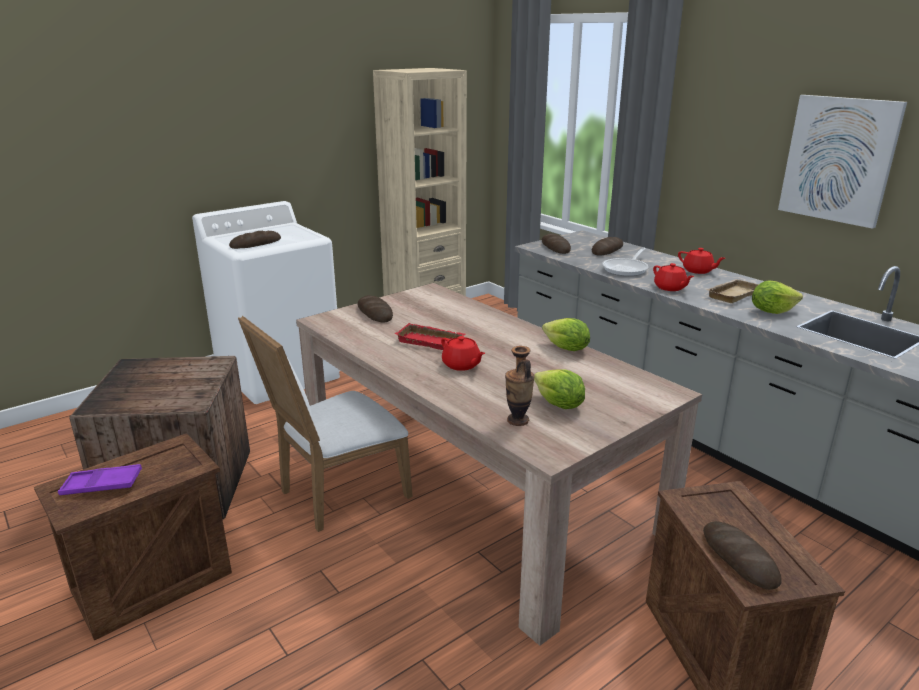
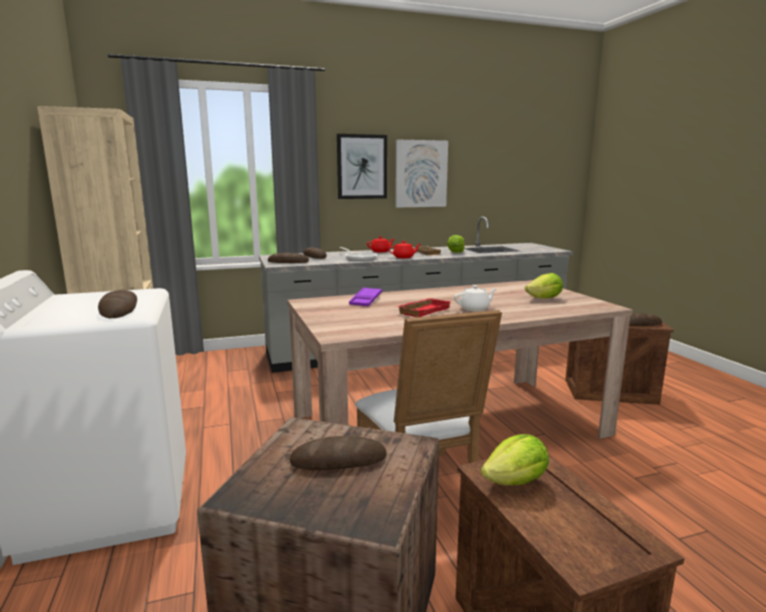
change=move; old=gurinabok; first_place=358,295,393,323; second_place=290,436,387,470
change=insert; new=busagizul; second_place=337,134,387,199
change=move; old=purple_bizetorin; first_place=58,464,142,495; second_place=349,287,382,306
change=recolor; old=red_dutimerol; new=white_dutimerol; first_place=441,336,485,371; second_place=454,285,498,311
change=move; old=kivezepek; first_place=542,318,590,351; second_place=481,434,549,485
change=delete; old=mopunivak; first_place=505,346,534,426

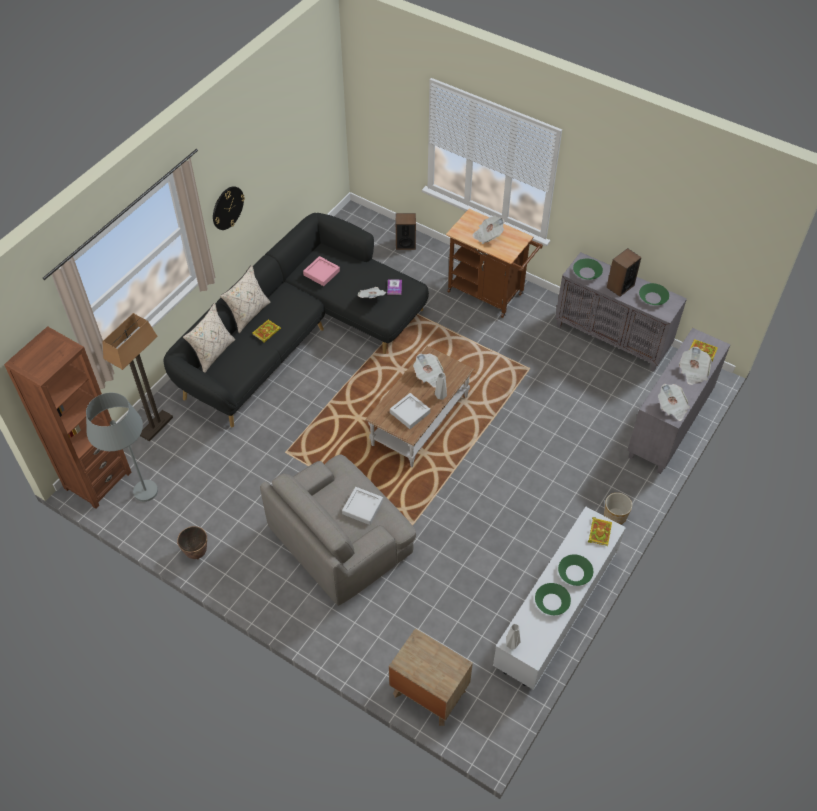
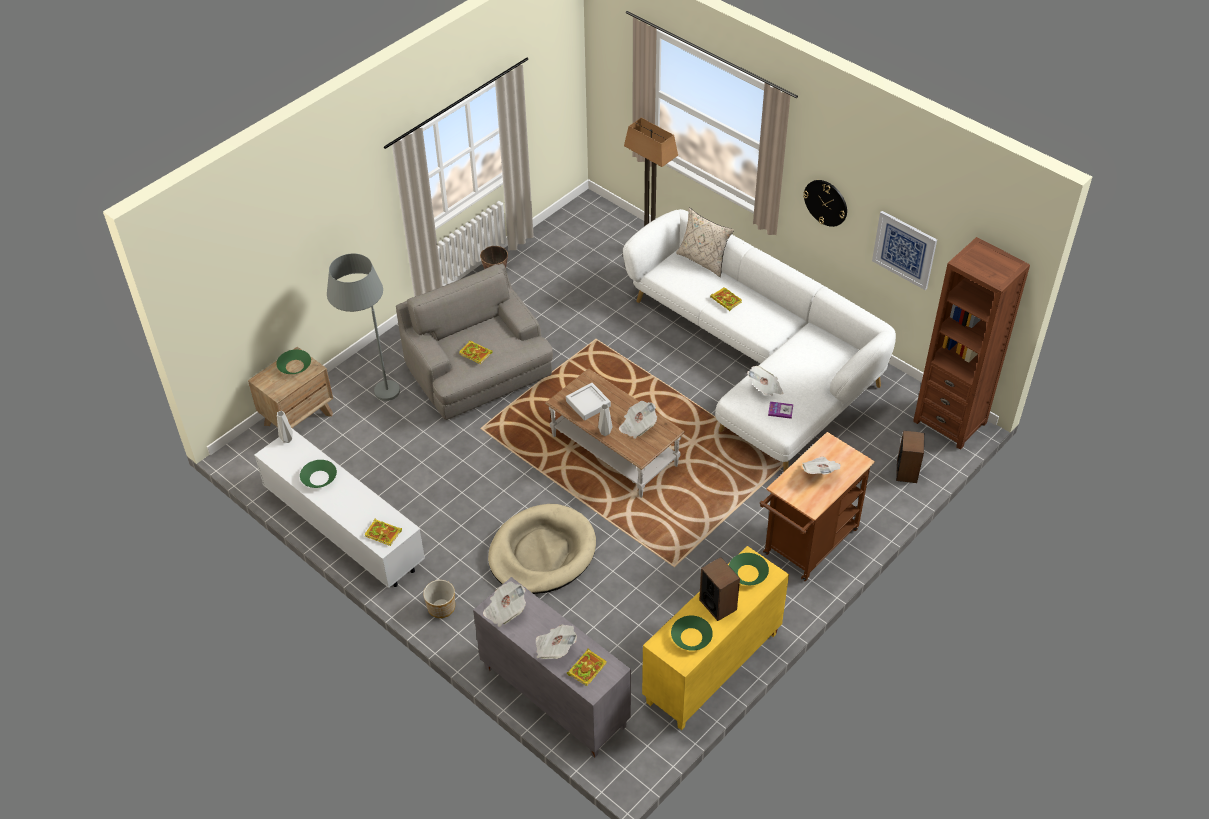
change=move; old=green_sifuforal; first_place=558,554,593,586; second_place=276,349,311,374
change=move; old=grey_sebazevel; first_place=86,393,158,502; second_place=327,253,400,401
change=replace; old=grey_bizetorin; new=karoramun; first_place=342,487,383,525; second_place=459,340,493,364
change=insert; new=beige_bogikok; second_place=488,504,596,594
change=recolor; old=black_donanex; new=white_donanex; first_place=163,213,429,427; second_place=623,209,896,472
change=recolor; old=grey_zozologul; new=yellow_zozologul; first_place=555,252,687,372; second_place=642,546,789,730
change=insert; new=busagizul; second_place=872,211,937,290
change=move; old=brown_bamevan; first_place=4,326,132,509; second_place=913,237,1030,450
change=delete; old=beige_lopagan; first_place=220,265,270,333
change=delete; old=pink_bizetorin; first_place=303,256,340,286

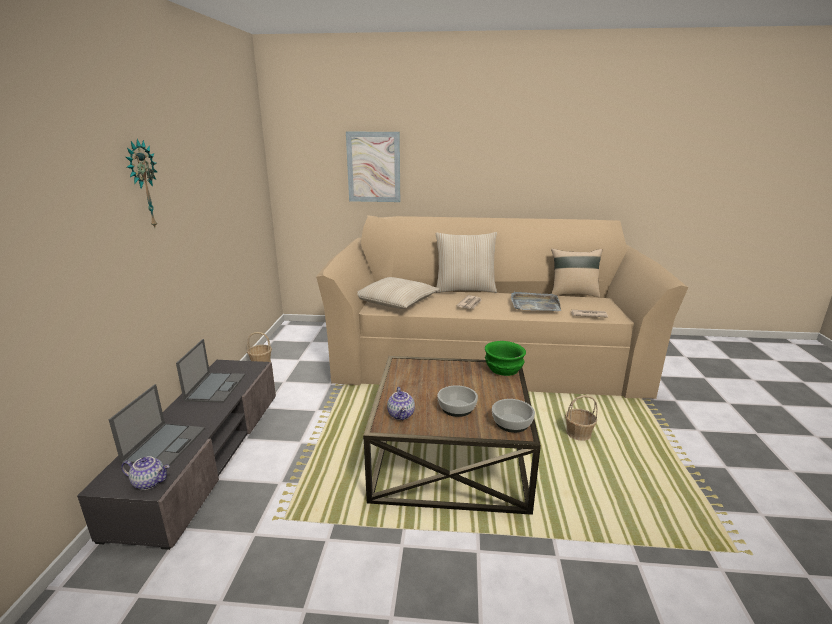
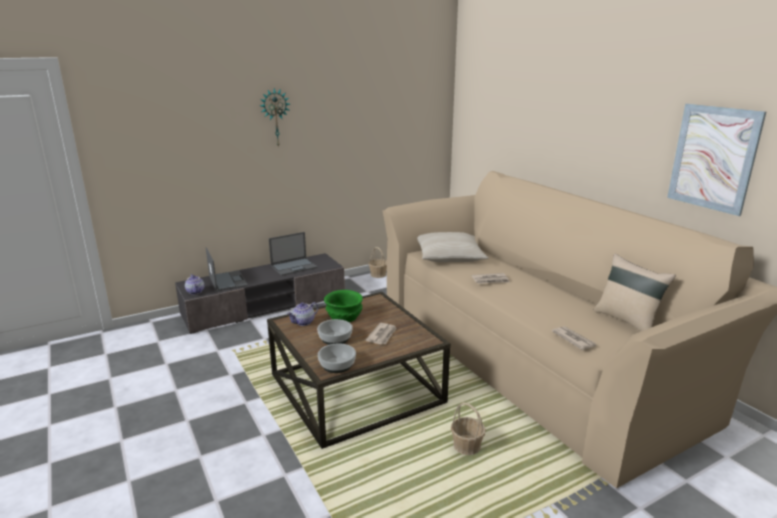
change=rotate; old=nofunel; first_place=109,384,205,466; second_place=206,247,248,292; degrees=-90
change=move; old=green_sifuforal; first_place=485,341,526,376; second_place=324,290,363,322
change=insert; new=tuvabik; second_place=365,323,397,344
change=move; old=busagizul; first_place=346,132,400,202; second_place=667,104,766,216
change=delete; old=beige_lopagan; first_place=435,232,497,293
change=delete; old=grey_bizetorin; first_place=511,291,561,311

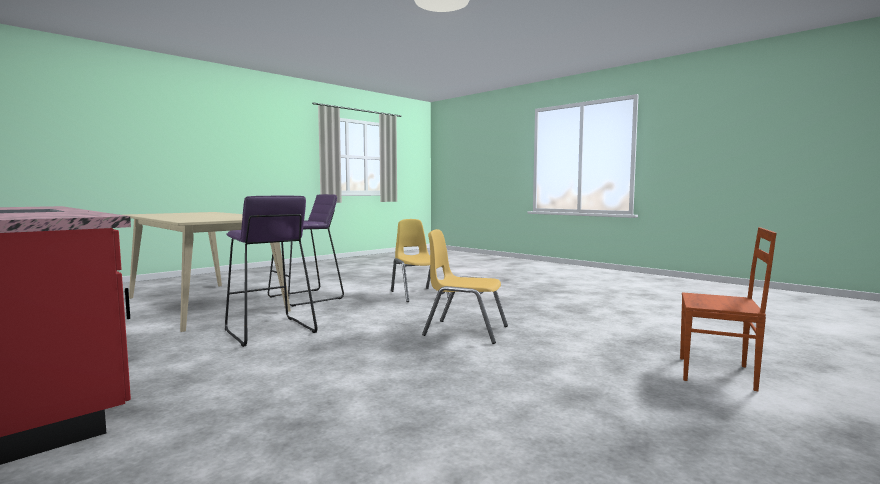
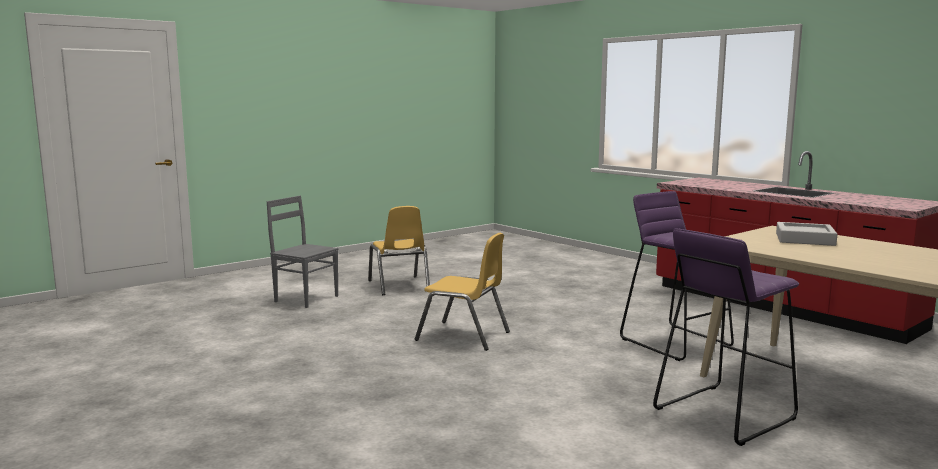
change=recolor; old=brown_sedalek; new=grey_sedalek; first_place=680,227,777,391; second_place=267,196,338,308
change=move; old=yellow_sedalek; first_place=391,219,450,302; second_place=368,206,430,295
change=insert; new=grey_bizetorin; second_place=776,222,837,246

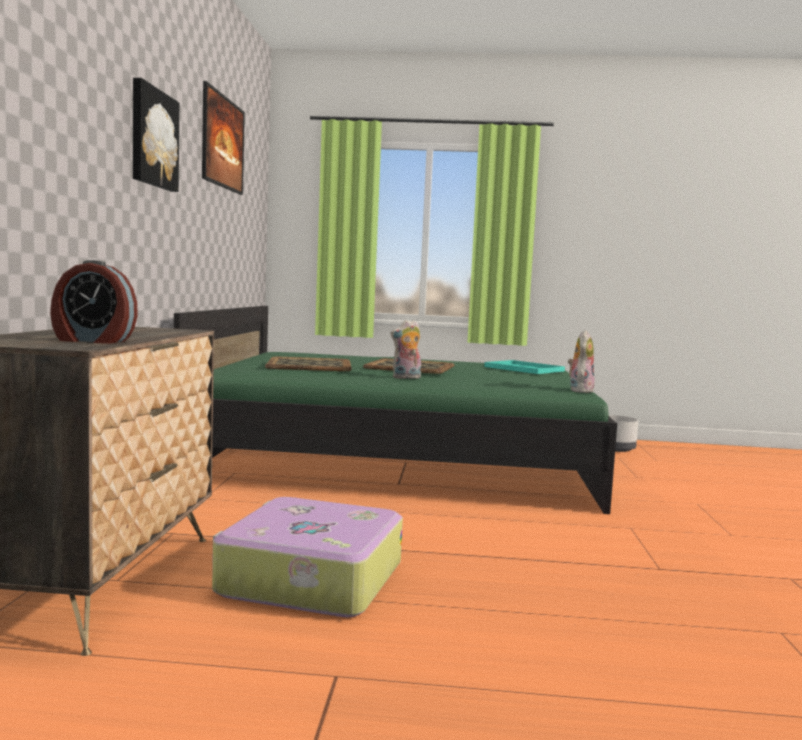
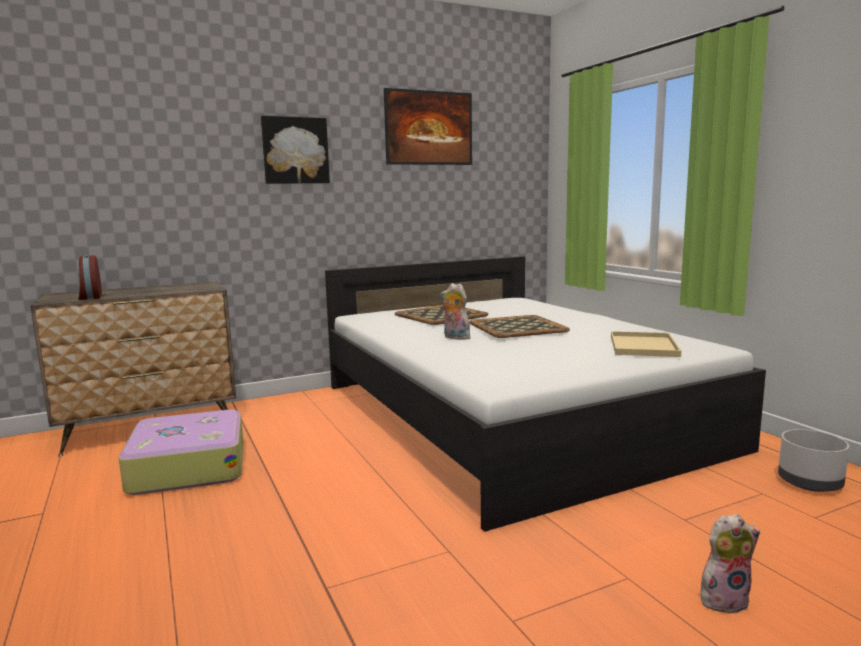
change=recolor; old=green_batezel; new=white_batezel; first_place=174,306,617,514; second_place=325,256,766,532
change=recolor; old=turquoise_bizetorin; new=beige_bizetorin; first_place=484,360,565,374; second_place=611,331,681,357
change=move; old=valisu; first_place=568,330,595,393; second_place=701,514,760,614

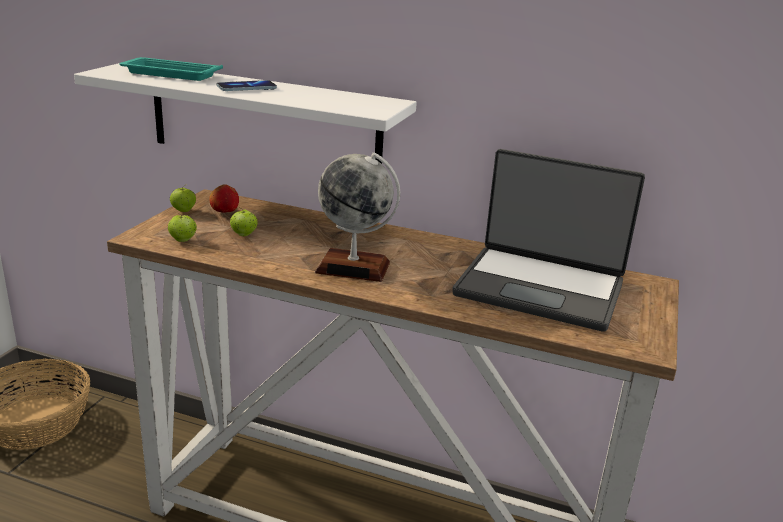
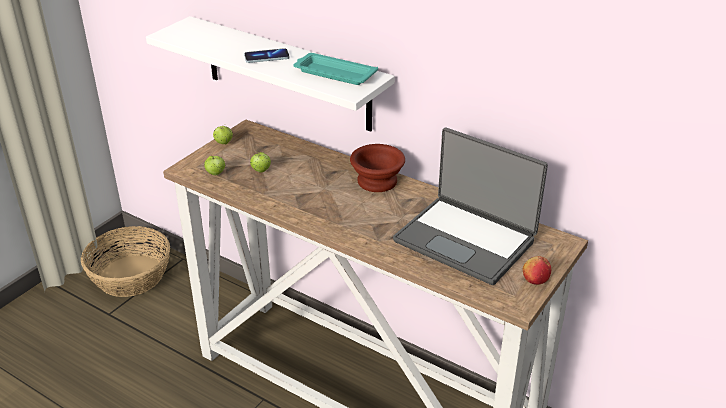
change=move; old=turquoise_bizetorin; first_place=119,57,223,81; second_place=294,53,378,85
change=insert; new=brown_sifuforal; second_place=350,144,405,192
change=move; old=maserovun; first_place=209,184,239,213; second_place=523,256,551,285
change=delete; old=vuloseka; first_place=315,152,400,282

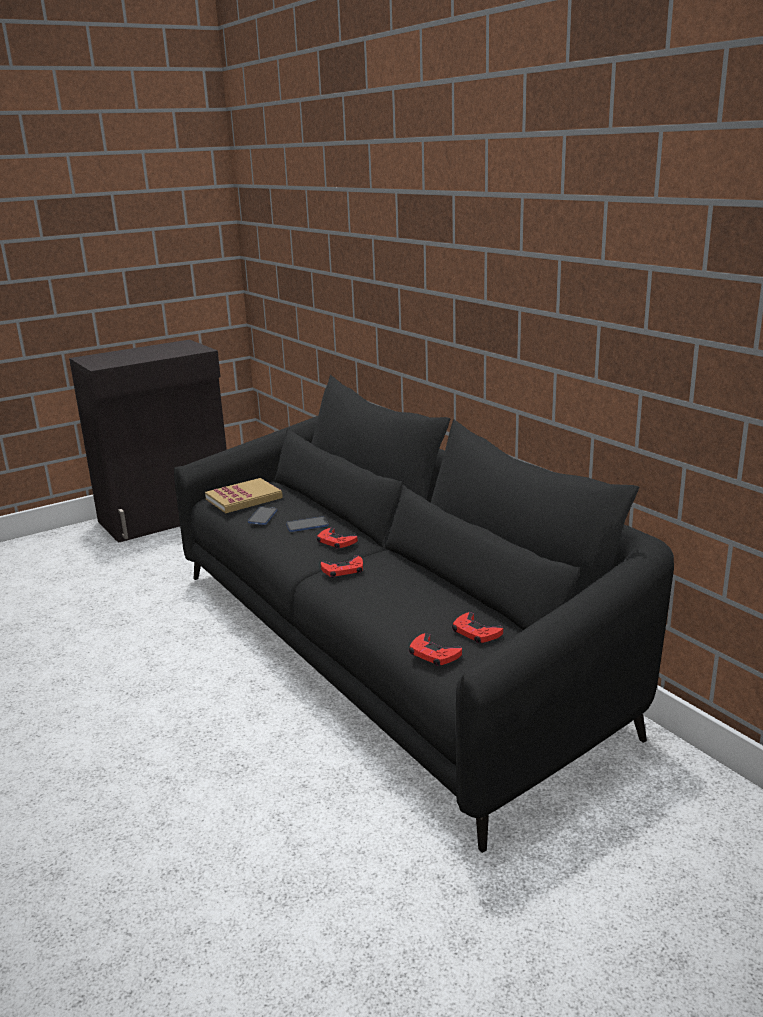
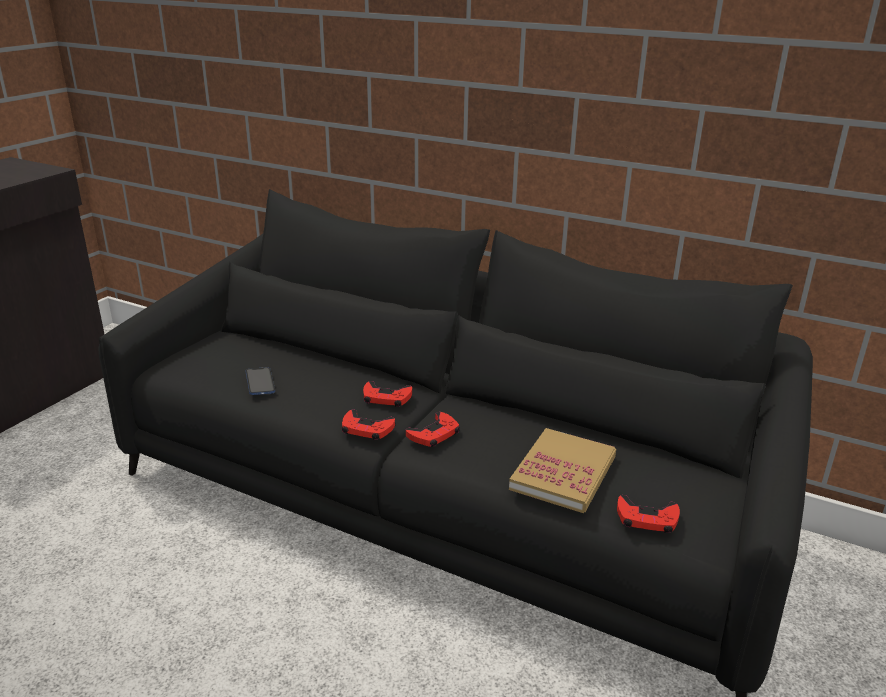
change=move; old=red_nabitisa; first_place=452,612,503,643; second_place=342,409,395,440
change=move; old=karoramun; first_place=205,478,283,513; second_place=509,428,616,513
change=delete; old=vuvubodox; first_place=286,516,329,532

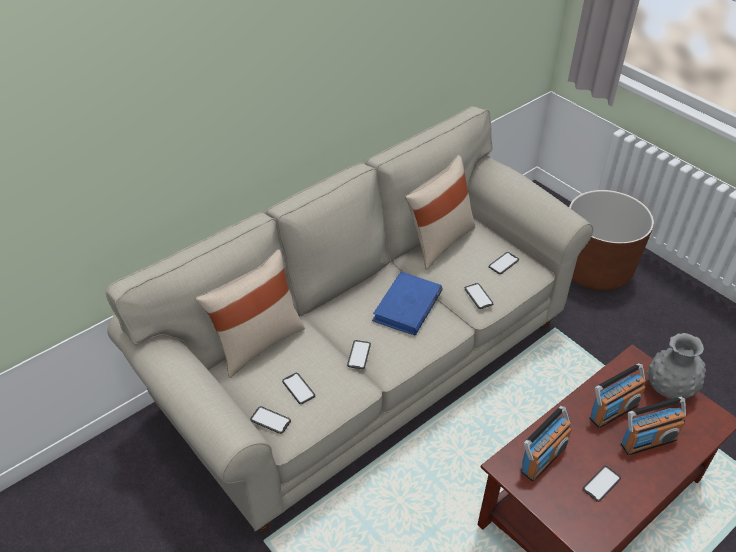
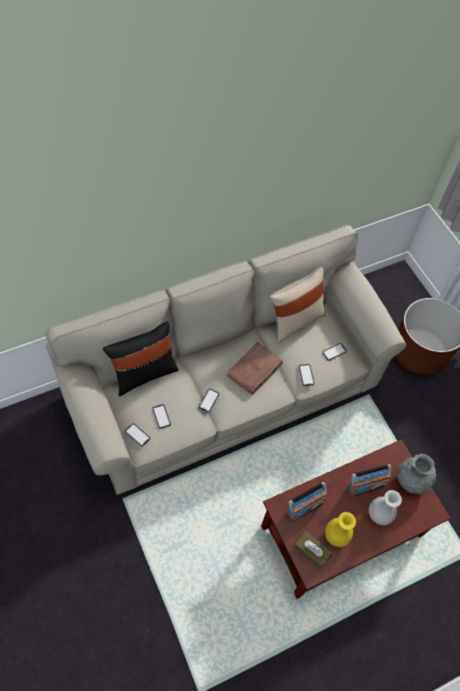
change=recolor; old=beige_lopagan; new=black_lopagan; first_place=195,249,305,378; second_place=103,321,179,397
change=recolor; old=blue_karoramun; new=brown_karoramun; first_place=372,272,443,335; second_place=226,342,283,395
change=insert; new=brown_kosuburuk; second_place=293,531,332,569
change=replace; old=vuvubodox; new=yellow_mopunivak; first_place=583,466,621,502; second_place=325,512,356,547
change=replace; old=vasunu; new=white_mopunivak; first_place=621,397,686,455; second_place=369,490,402,525

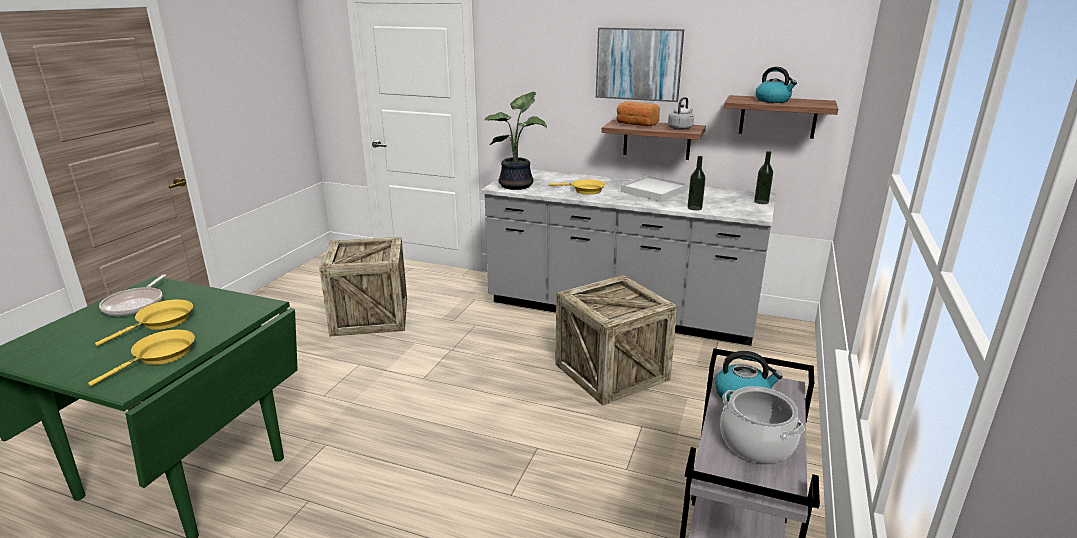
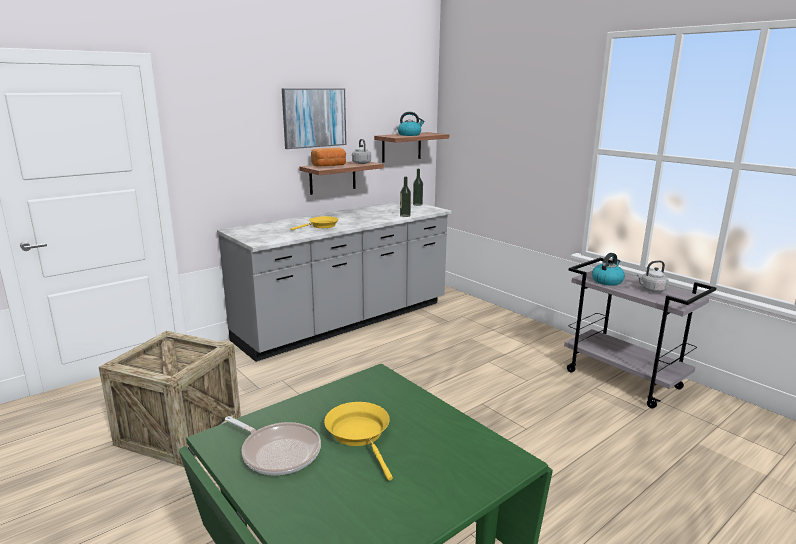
change=replace; old=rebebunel; new=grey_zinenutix; first_place=720,386,805,463; second_place=636,260,668,292
change=delete; old=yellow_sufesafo; first_place=88,330,195,386
change=delete; old=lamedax; first_place=484,92,547,190
change=delete; old=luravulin; first_place=555,275,678,406
change=delete; old=white_bizetorin; first_place=621,175,688,202

